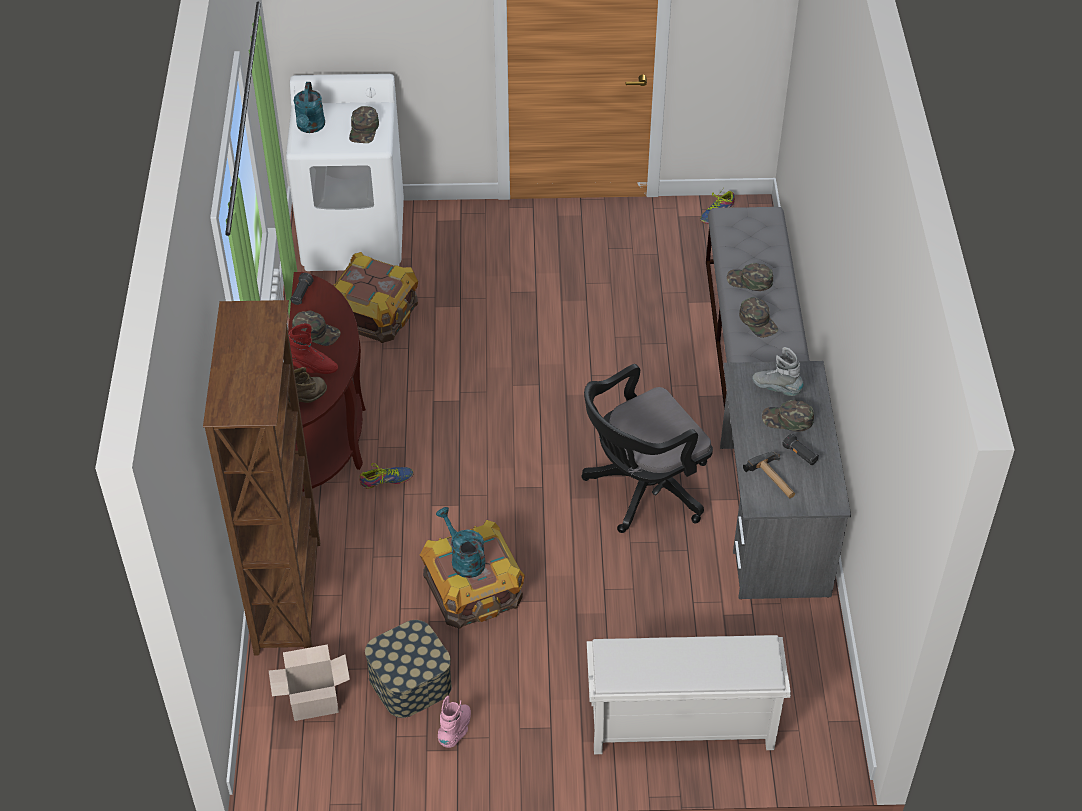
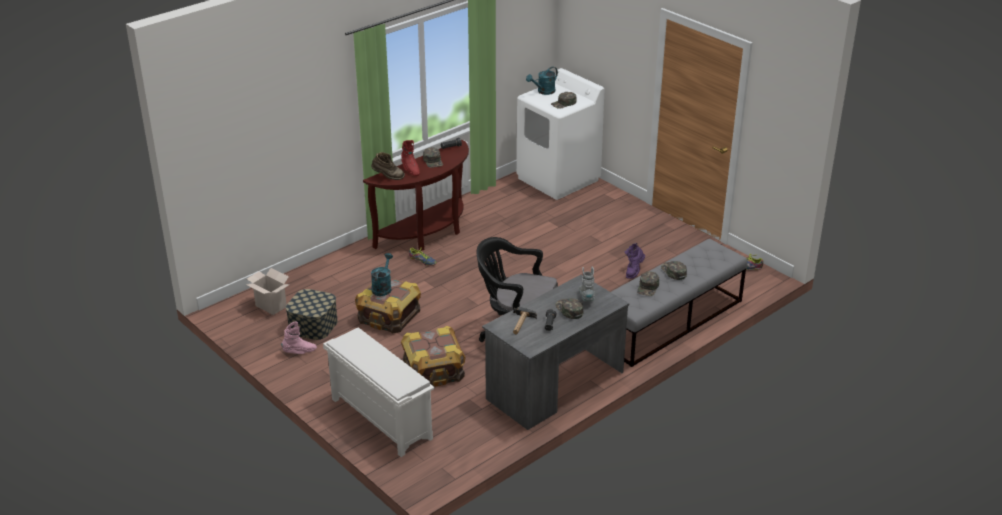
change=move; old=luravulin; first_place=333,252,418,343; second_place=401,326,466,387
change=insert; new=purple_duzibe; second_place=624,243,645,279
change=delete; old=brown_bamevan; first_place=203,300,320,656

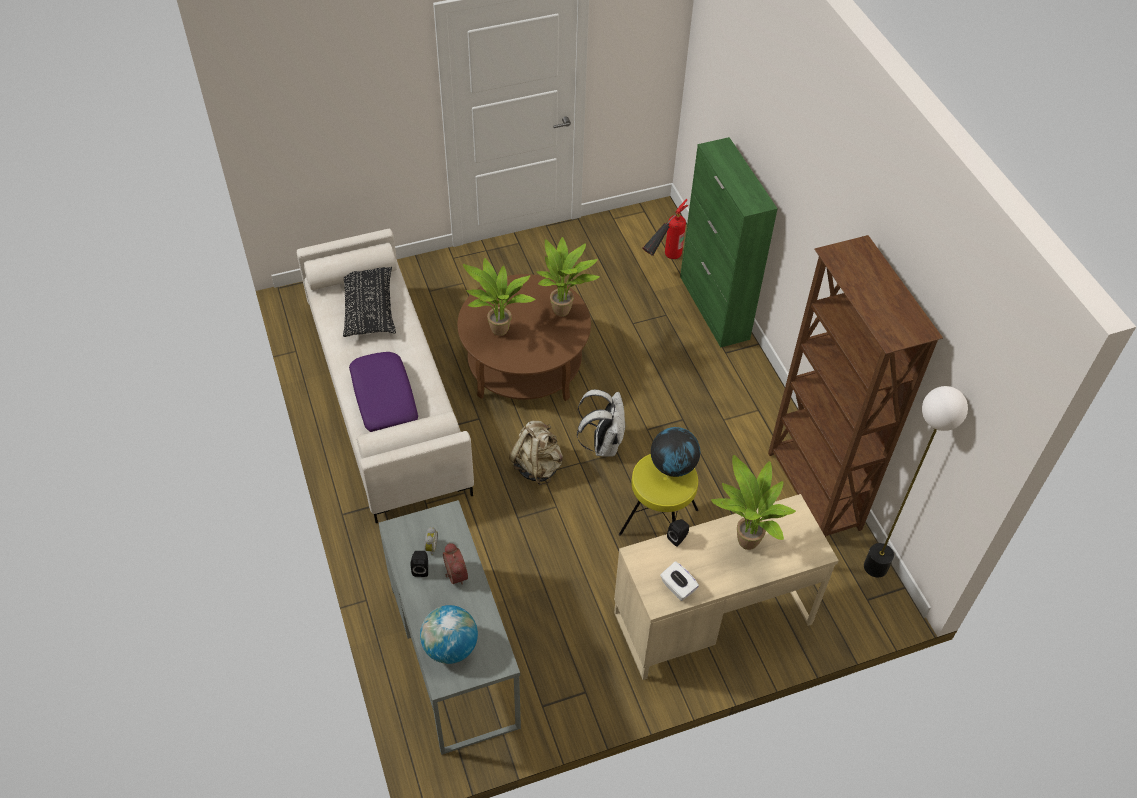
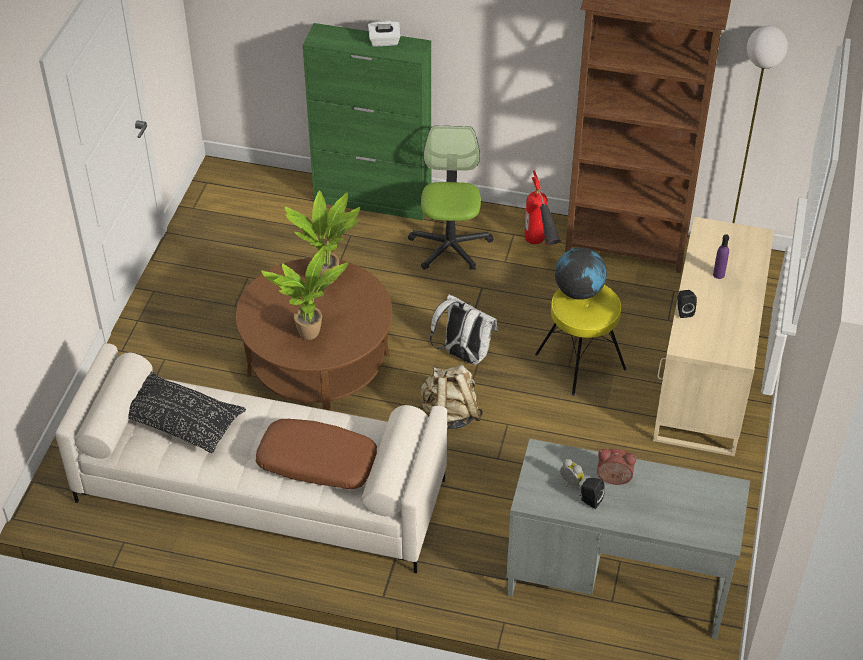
change=recolor; old=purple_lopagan; new=brown_lopagan; first_place=349,352,418,432; second_place=256,419,377,489
change=move; old=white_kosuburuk; first_place=660,561,699,601; second_place=368,21,401,47
change=insert; new=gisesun; second_place=408,126,494,270
change=move; old=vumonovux; first_place=643,199,689,259; second_place=525,170,561,245
change=replace; old=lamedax; new=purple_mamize; first_place=711,455,796,550; second_place=713,234,729,279
change=delete; old=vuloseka; first_place=420,605,478,664

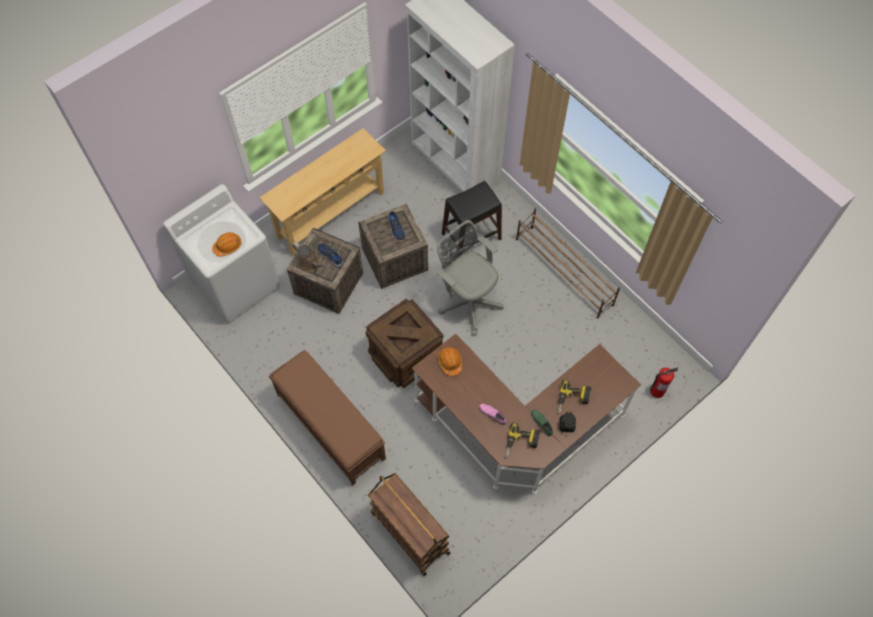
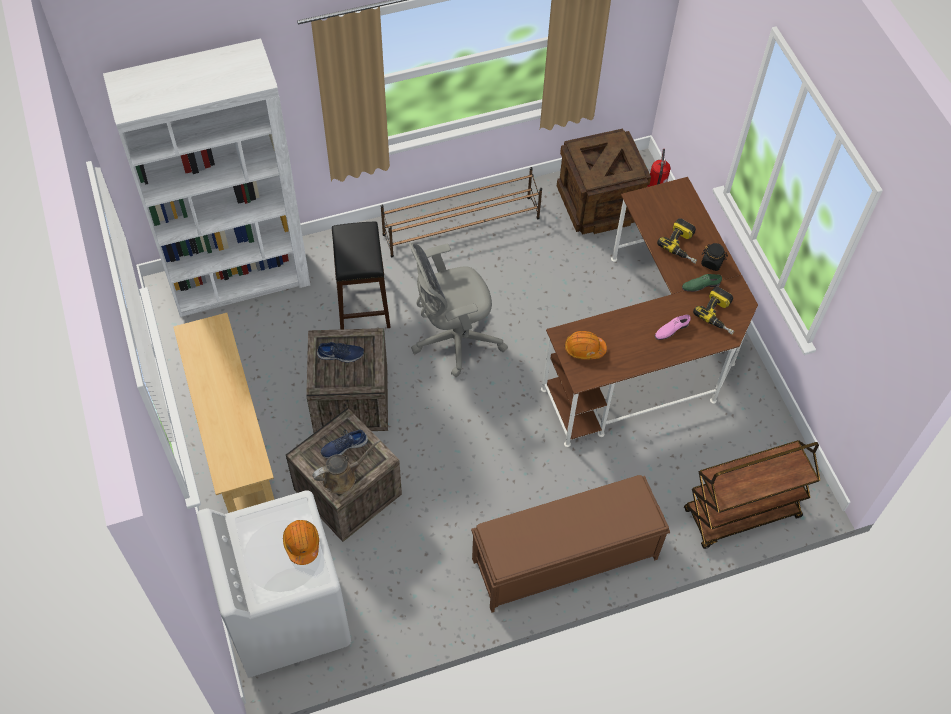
change=move; old=luravulin; first_place=365,298,443,388; second_place=557,129,651,235

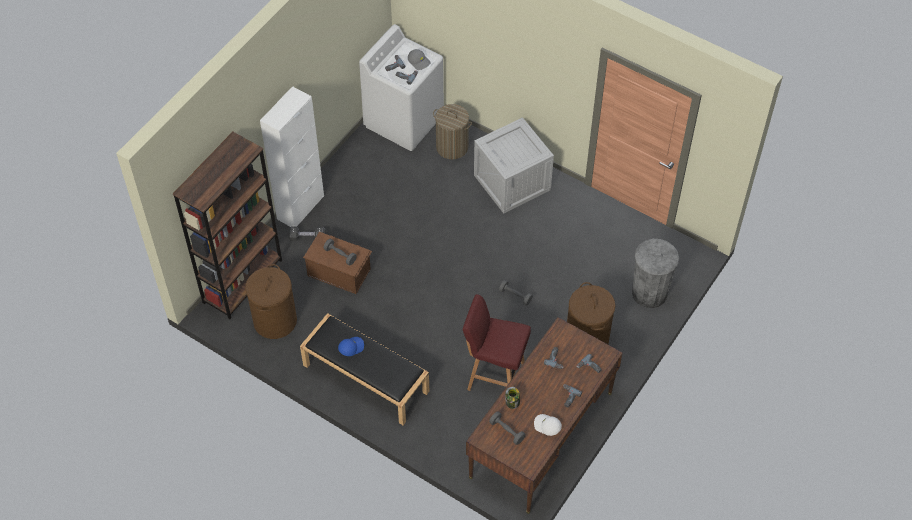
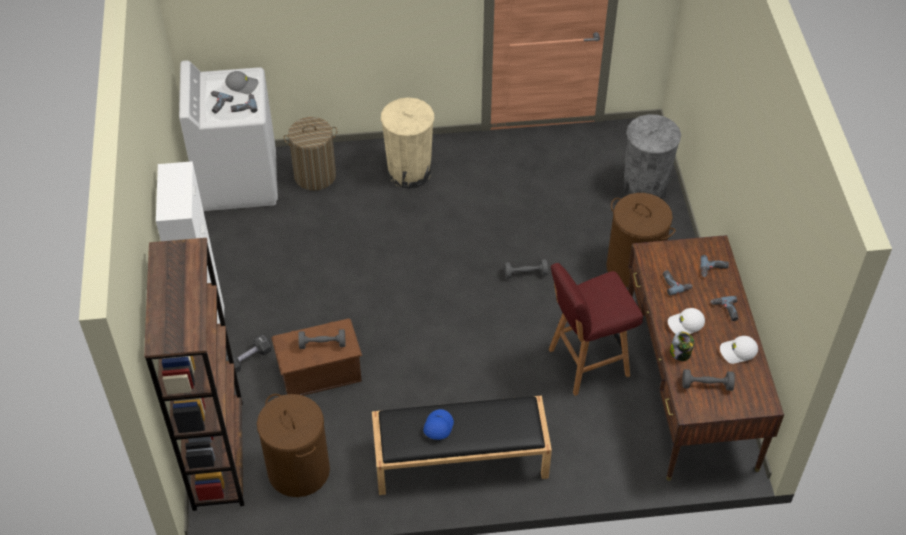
change=replace; old=luravulin; new=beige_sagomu; first_place=474,117,554,214; second_place=381,97,434,189
change=insert; new=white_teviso; second_place=668,308,705,334

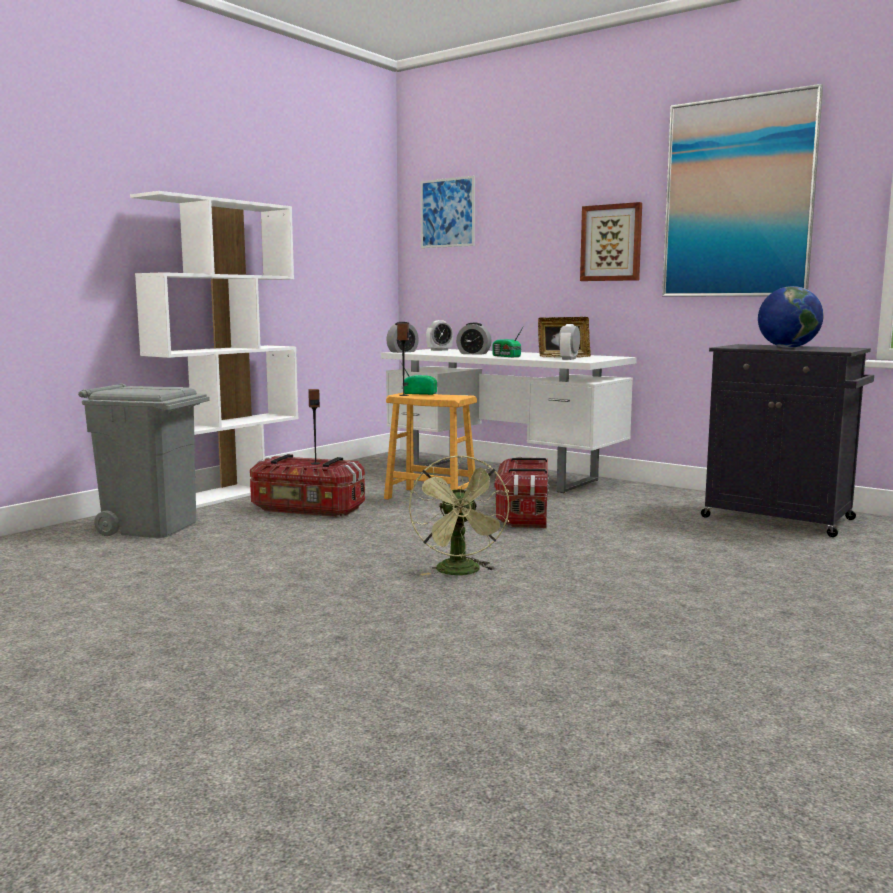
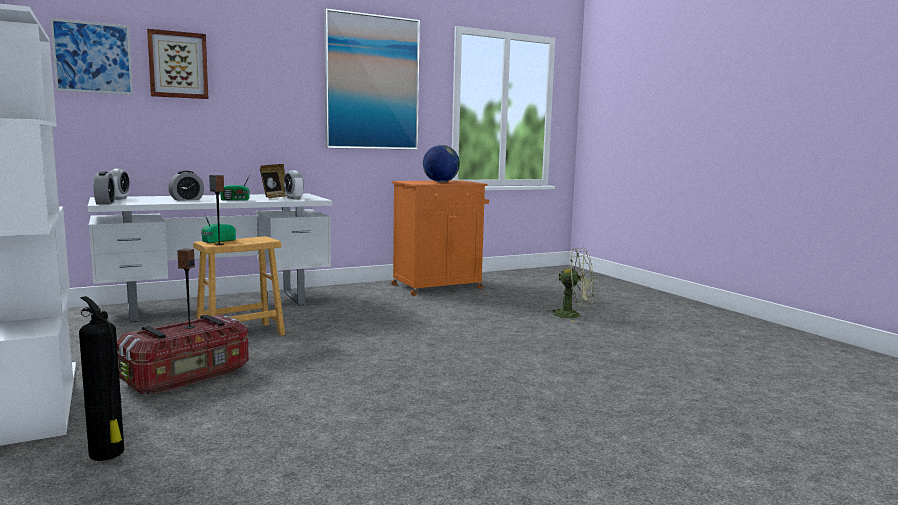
change=replace; old=grey_sagomu; new=vumonovux; first_place=78,383,209,538; second_place=79,296,124,461
change=move; old=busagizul; first_place=580,202,642,281; second_place=147,29,208,99
change=recolor; old=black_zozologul; new=orange_zozologul; first_place=701,344,874,537; second_place=391,180,489,296
change=move; old=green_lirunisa; first_place=409,455,509,575; second_place=548,248,594,322
change=delete; old=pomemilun; first_place=494,456,549,528

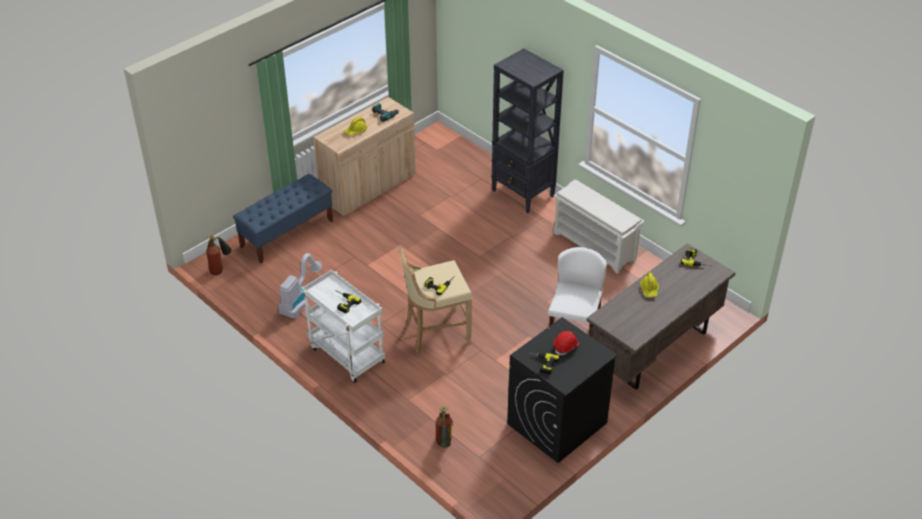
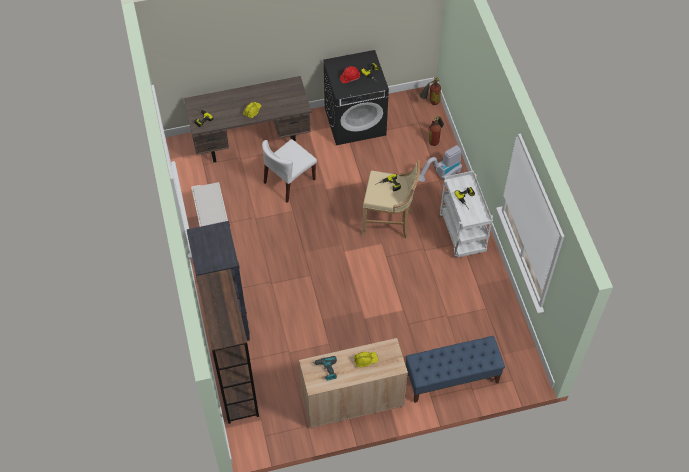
change=insert; new=brown_bamevan; second_place=196,269,259,424
change=move; old=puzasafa; first_place=278,253,322,318; second_place=418,145,462,182
change=move; old=vumonovux; first_place=206,235,232,275; second_place=419,77,441,105

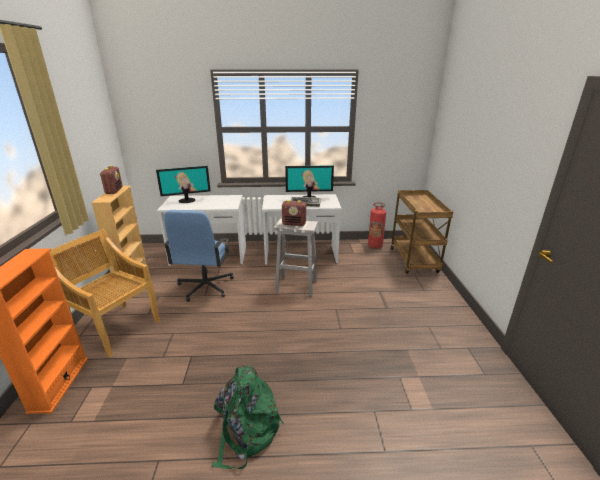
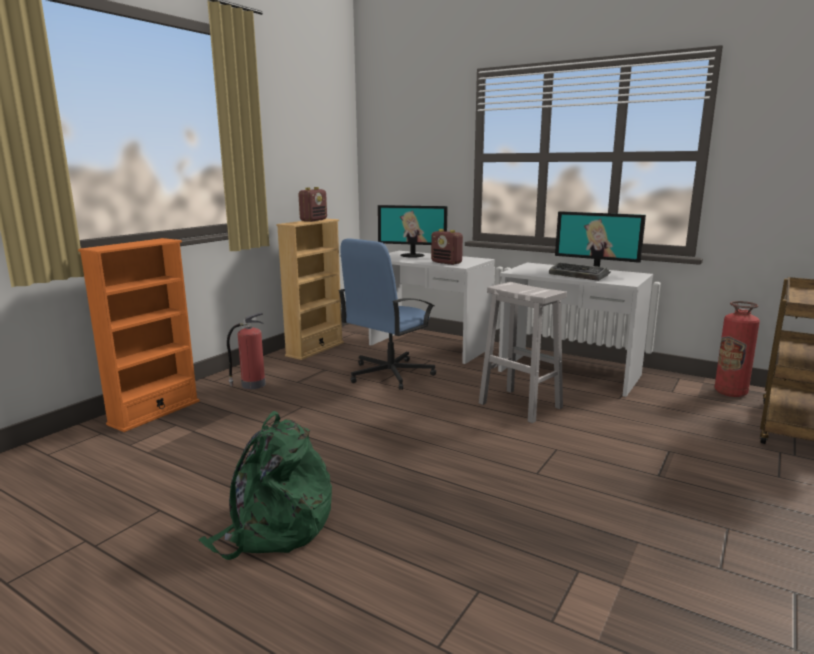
change=replace; old=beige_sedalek; new=vumonovux; first_place=49,229,160,357; second_place=227,313,266,389
change=move; old=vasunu; first_place=282,200,306,226; second_place=431,229,463,265

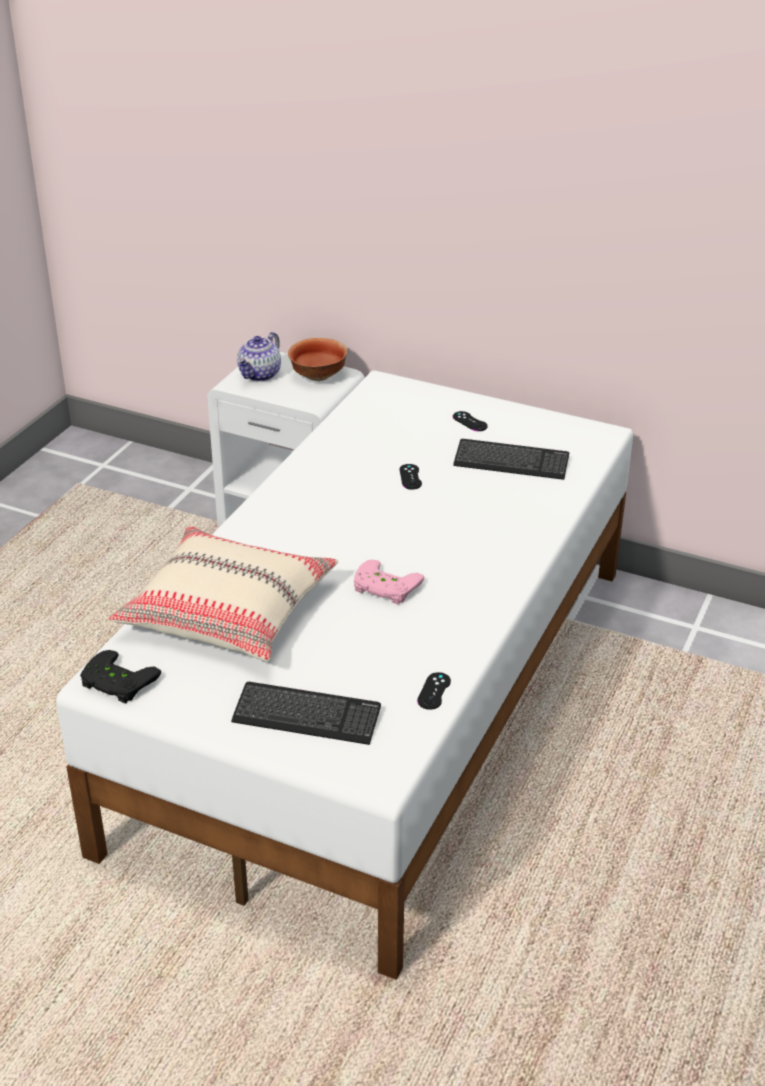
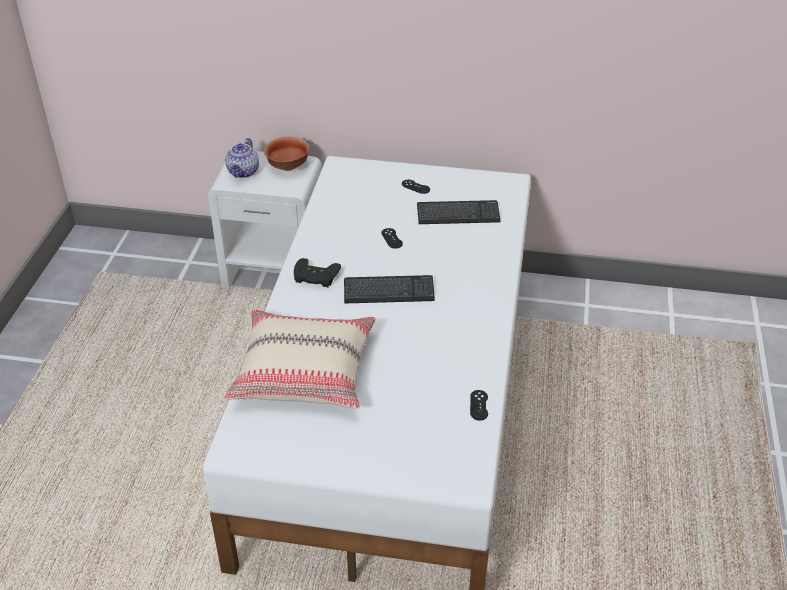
change=move; old=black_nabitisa; first_place=80,650,161,703; second_place=294,258,341,287
change=move; old=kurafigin; first_place=231,682,381,745; second_place=344,275,435,303
change=delete; old=pink_nabitisa; first_place=354,560,424,605

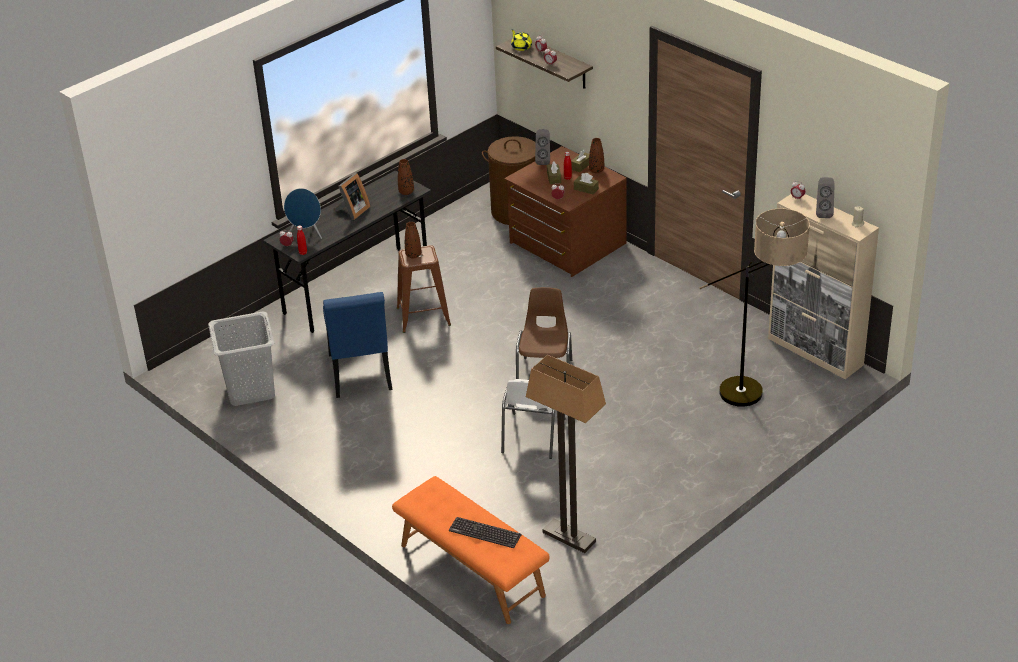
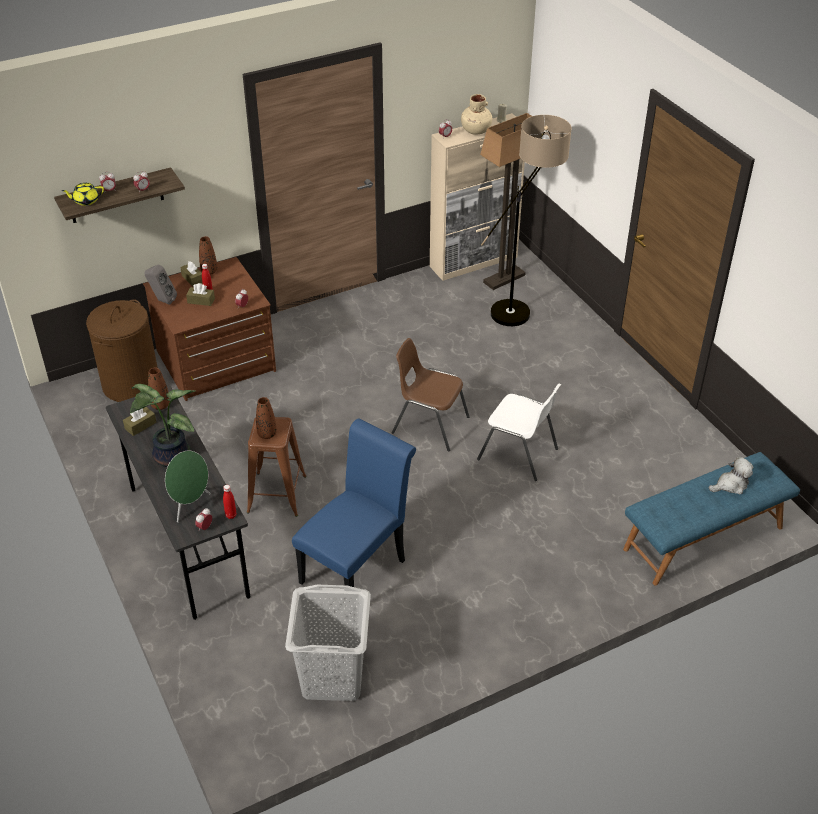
change=move; old=brown_kosuburuk; first_place=574,173,599,195; second_place=123,407,157,436
change=replace; old=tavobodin; new=lamedax; first_place=334,173,370,220; second_place=130,384,196,467
change=recolor; old=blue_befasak; new=green_befasak; first_place=284,188,322,239; second_place=165,451,211,522
change=rotate; old=blue_sedalek; first_place=323,292,393,398; second_place=292,418,416,587; degrees=-60
change=replace; old=grey_befasak; new=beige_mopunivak; first_place=816,177,835,218; second_place=461,94,492,135
change=move; old=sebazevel; first_place=526,355,606,553; second_place=480,113,531,290
change=recolor; old=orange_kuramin; new=blue_kuramin; first_place=392,476,549,624; second_place=623,452,800,586
change=replace; old=kurafigin; new=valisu; first_place=449,517,522,548; second_place=709,457,753,494

